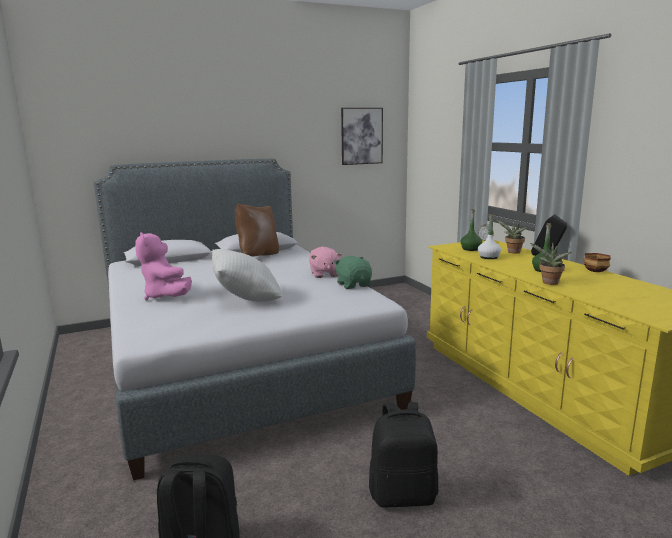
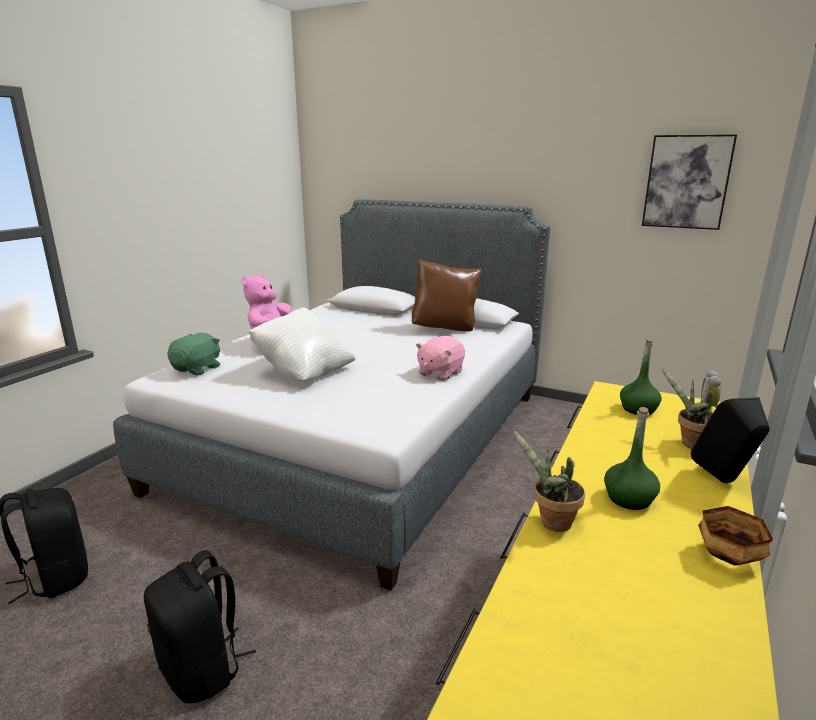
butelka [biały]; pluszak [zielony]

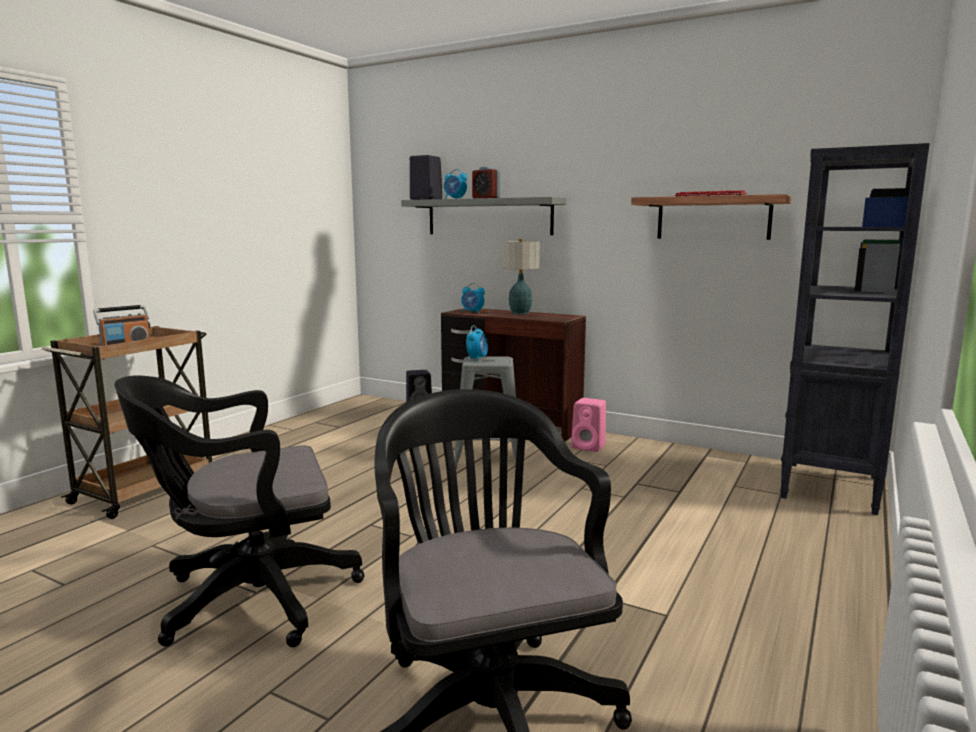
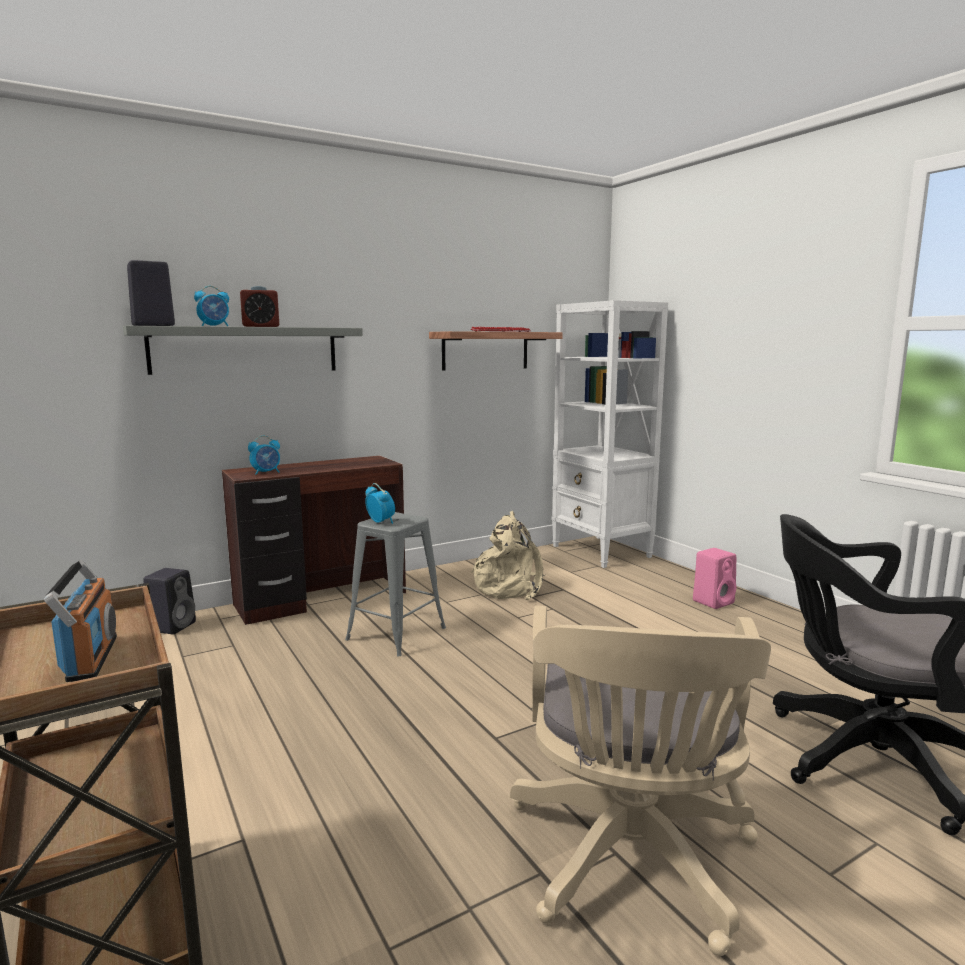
regał [biały]; lampa stołowa; krzesło biurowe [beżowy]; głośnik [różowy]; plecak [beżowy]

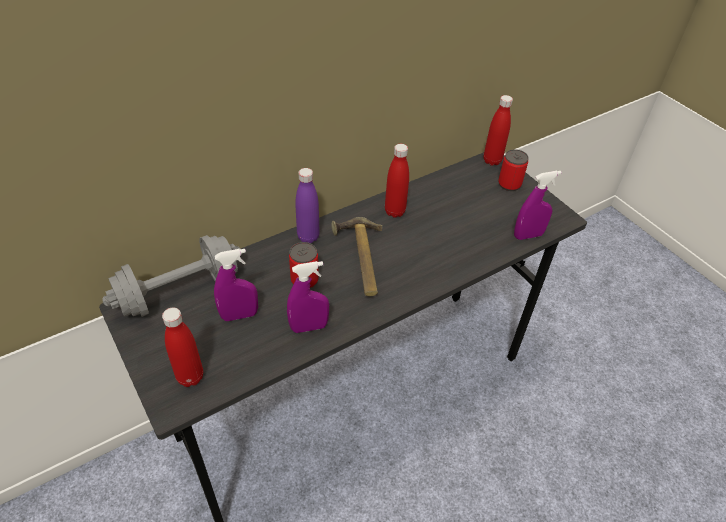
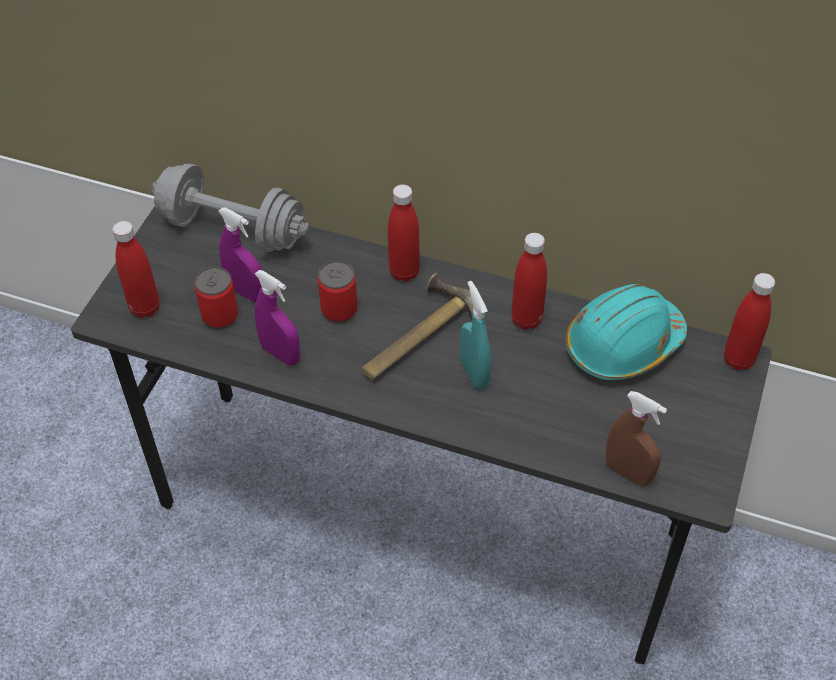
puszka (1st from left); butelka [czerwony] (2nd from left); spryskiwacz [brązowy]; spryskiwacz [turkusowy]; kask [turkusowy]

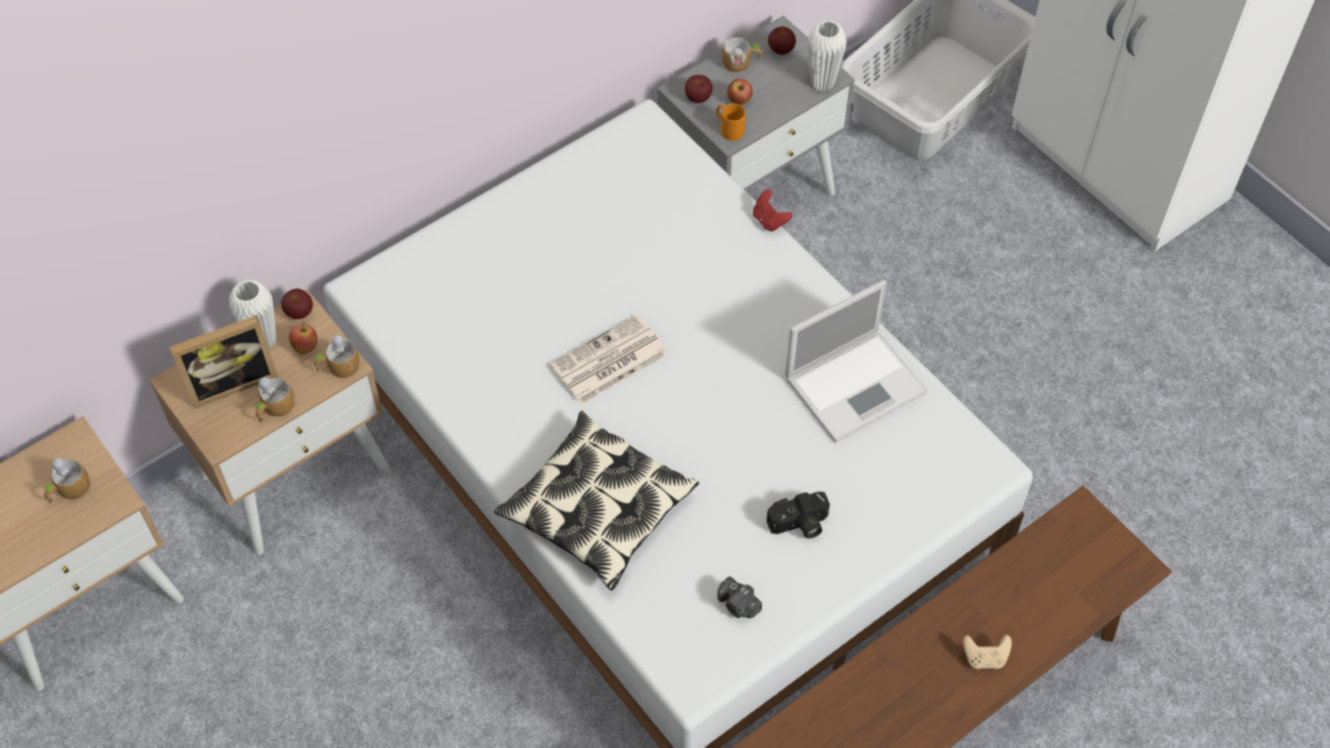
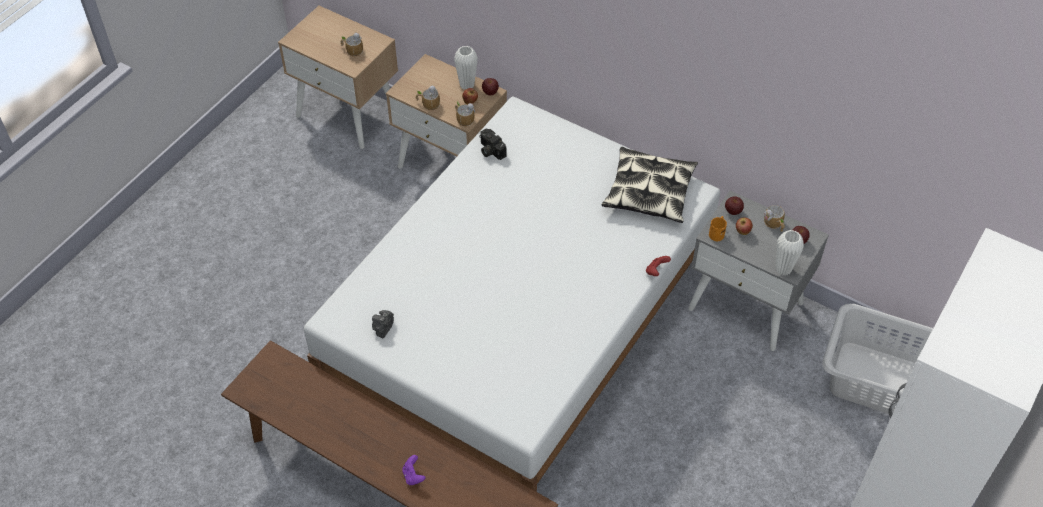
laptop; gazeta; ramka na zdjęcie; poduszka; aparat fotograficzny (2nd from left); pad do gier [fioletowy]

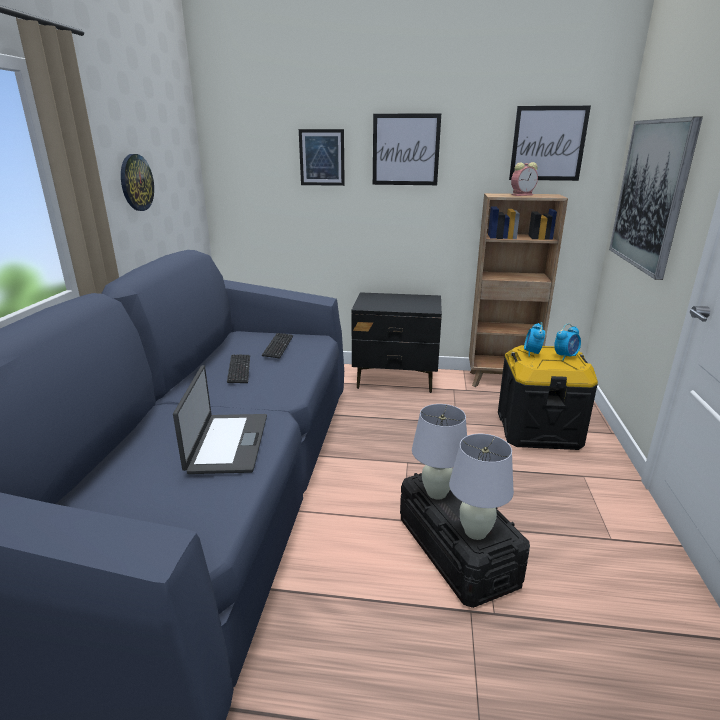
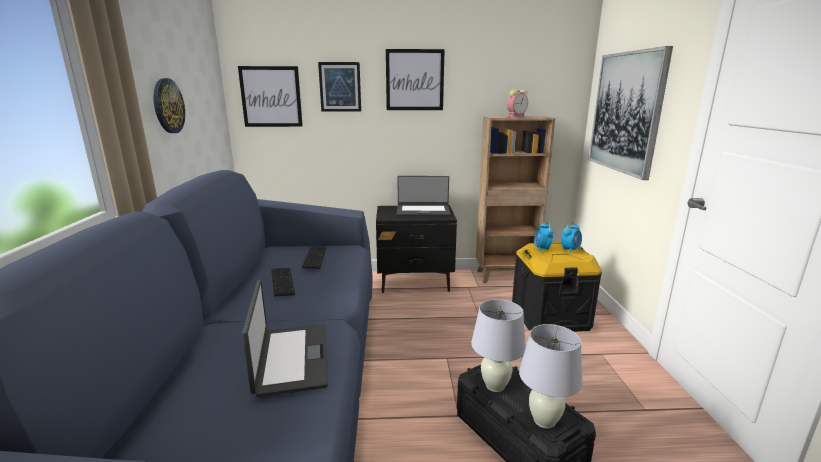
obraz (1st from left); laptop (2nd from left)

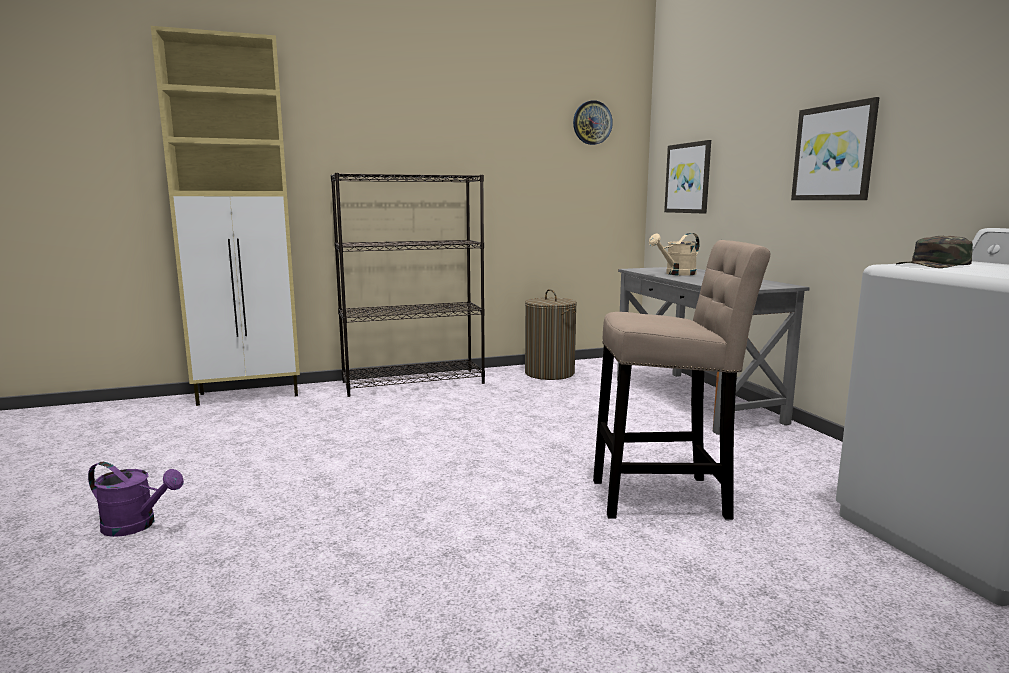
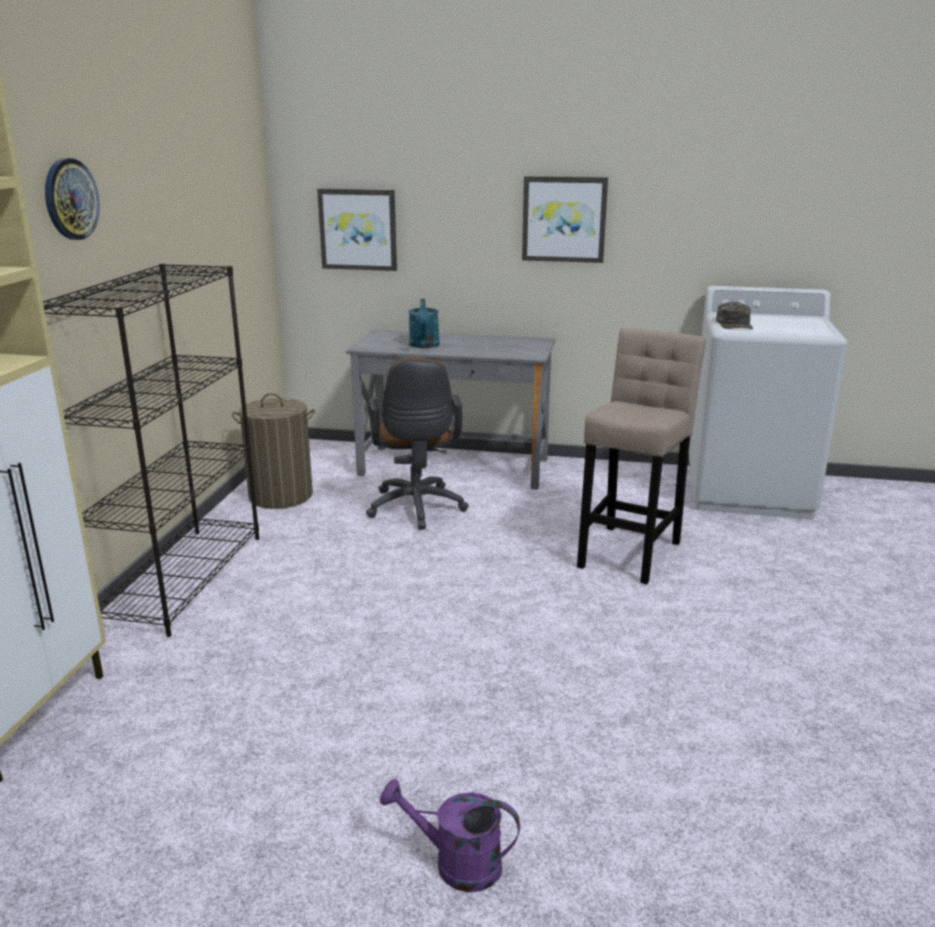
zegar ścienny; konewka [turkusowy]; konewka [fioletowy]; krzesło biurowe [brązowy]

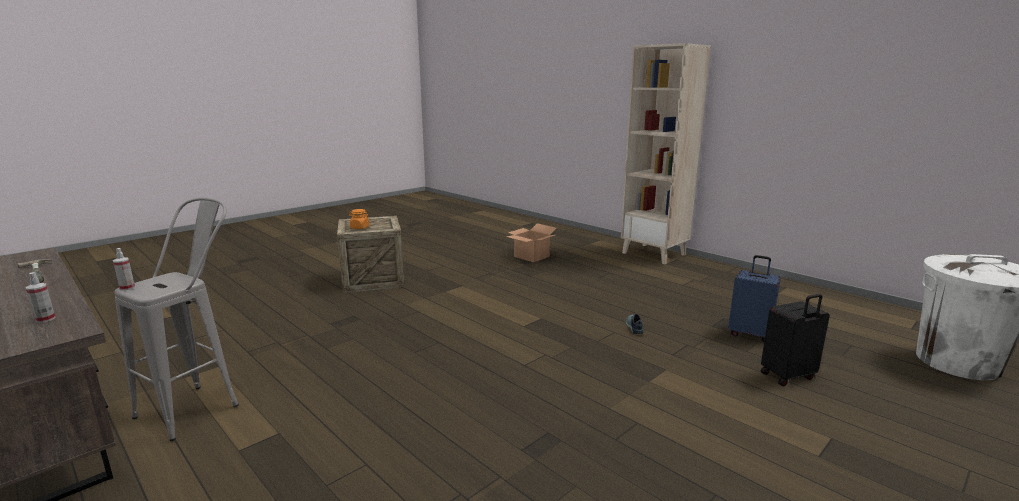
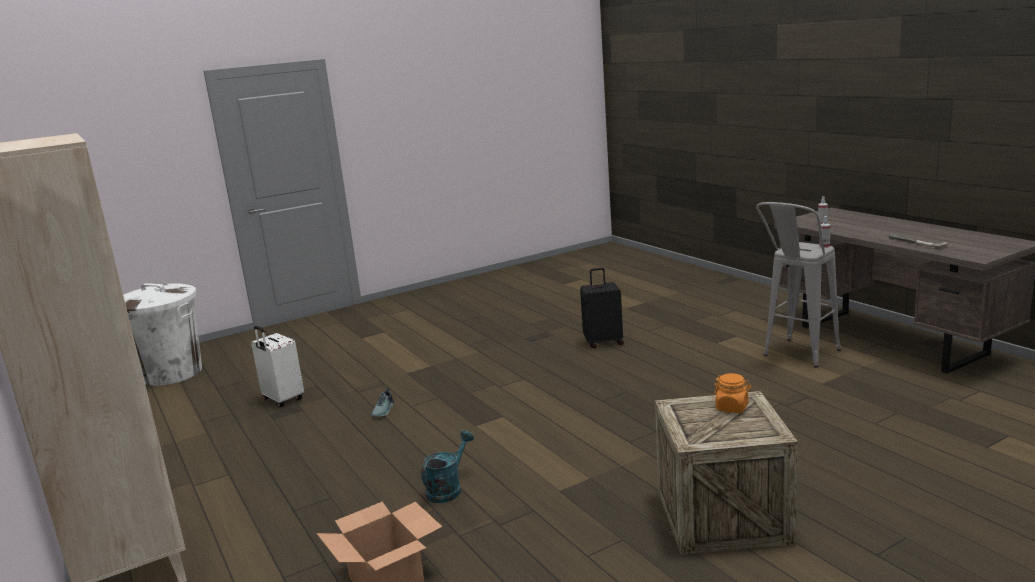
walizka [biały]; walizka [czarny]; konewka [turkusowy]

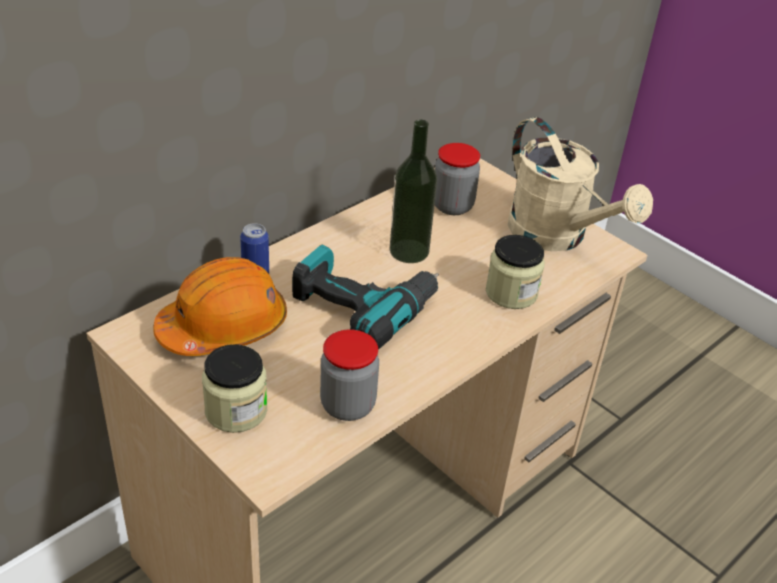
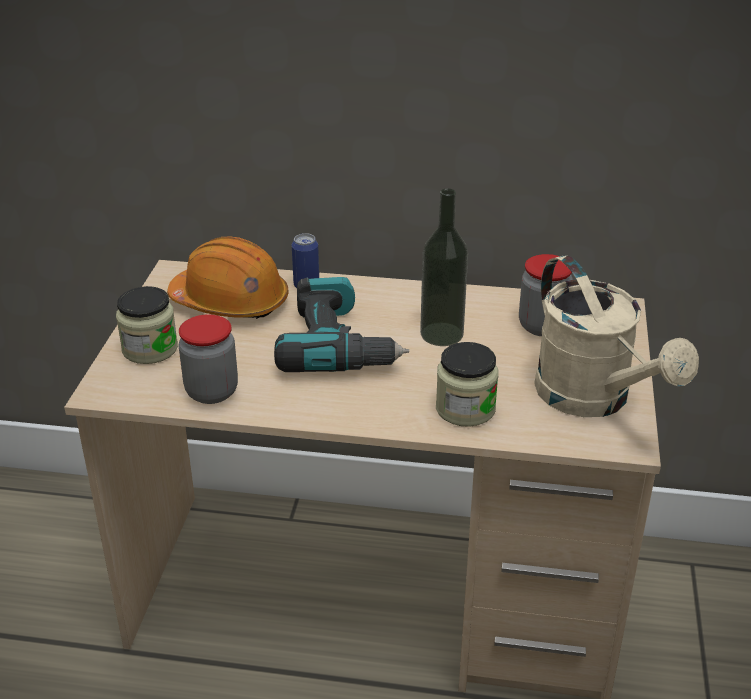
konewka [beżowy]

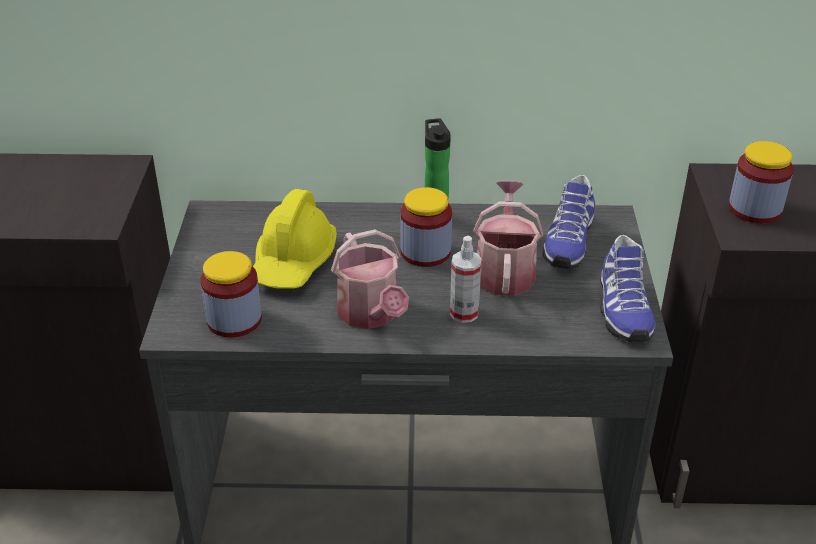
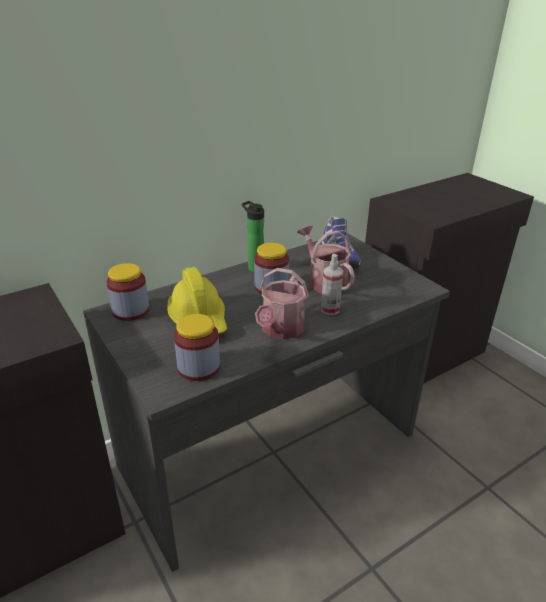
słoik (1st from left); konewka (1st from left); but (2nd from left in the first image)

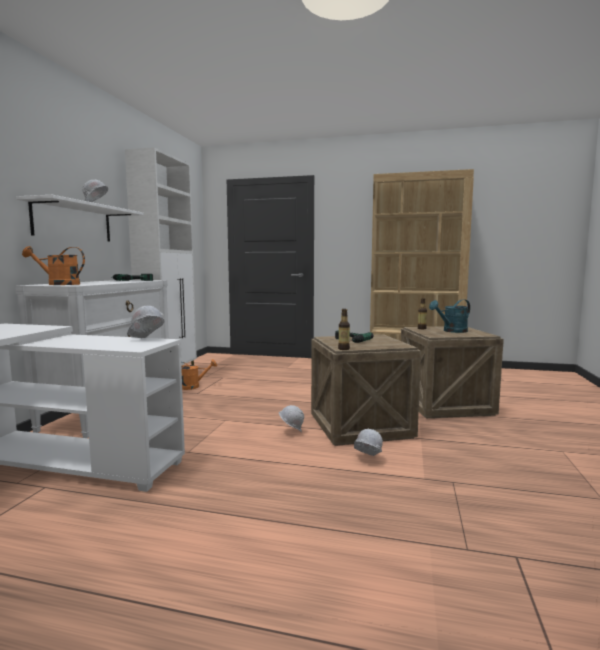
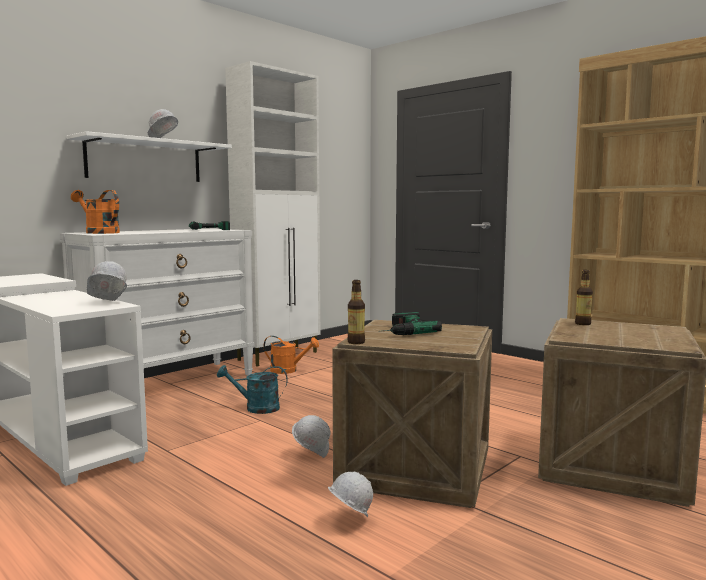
konewka [turkusowy]

